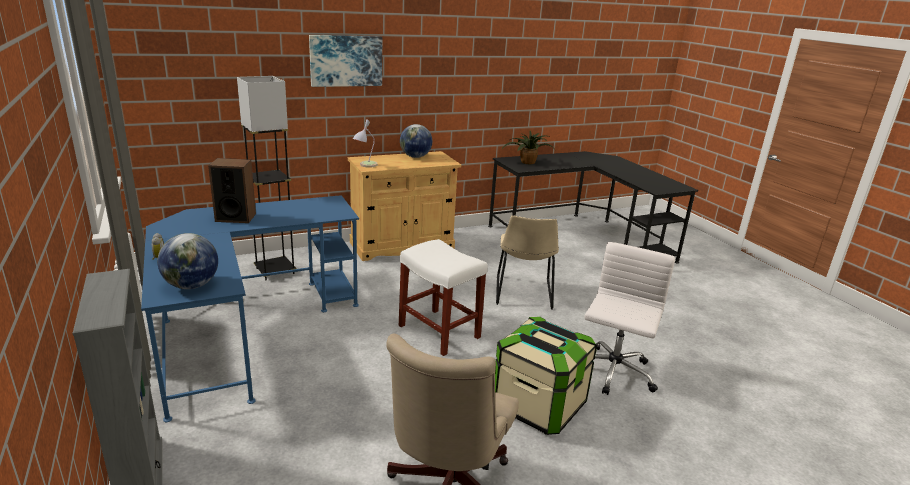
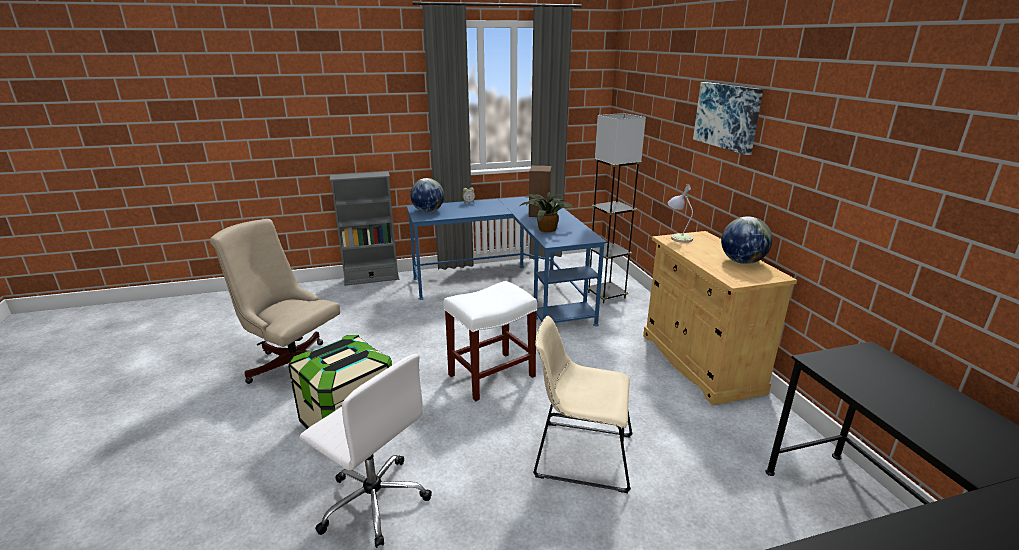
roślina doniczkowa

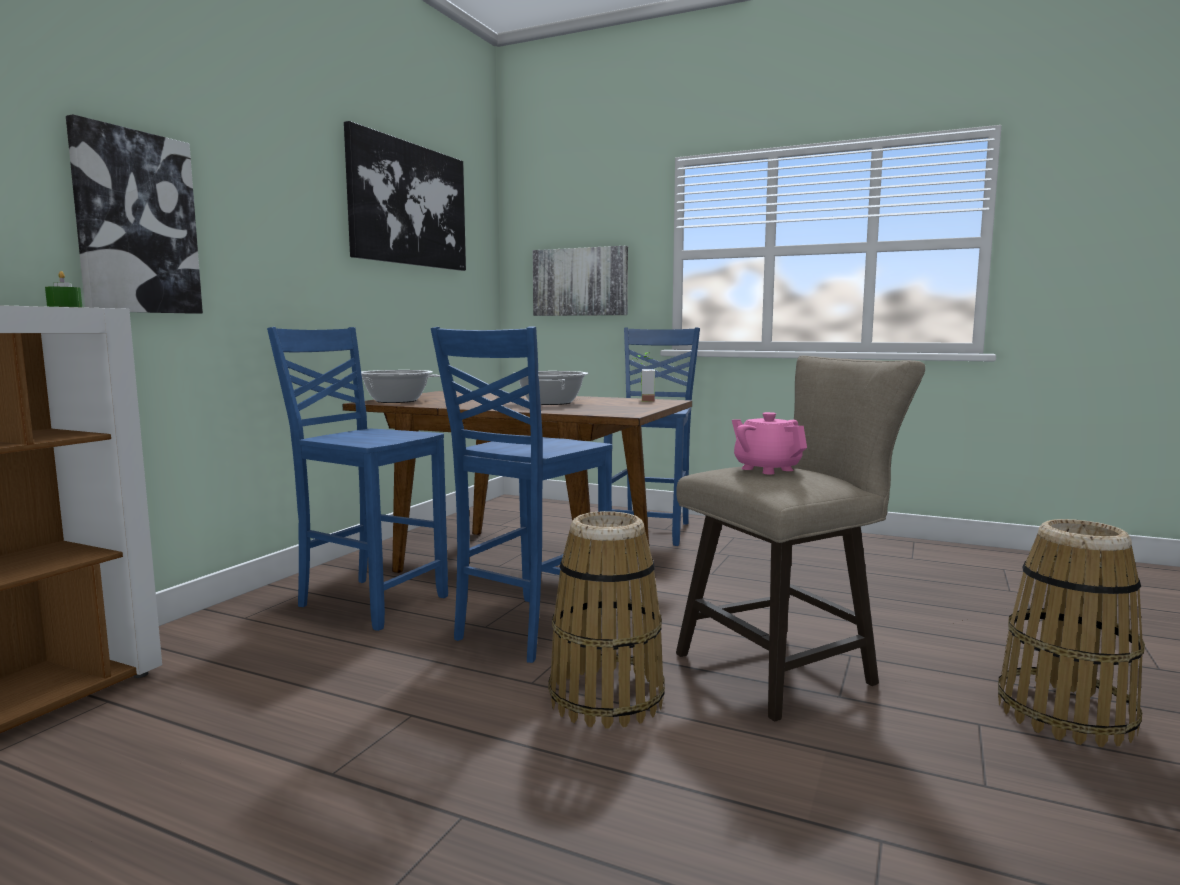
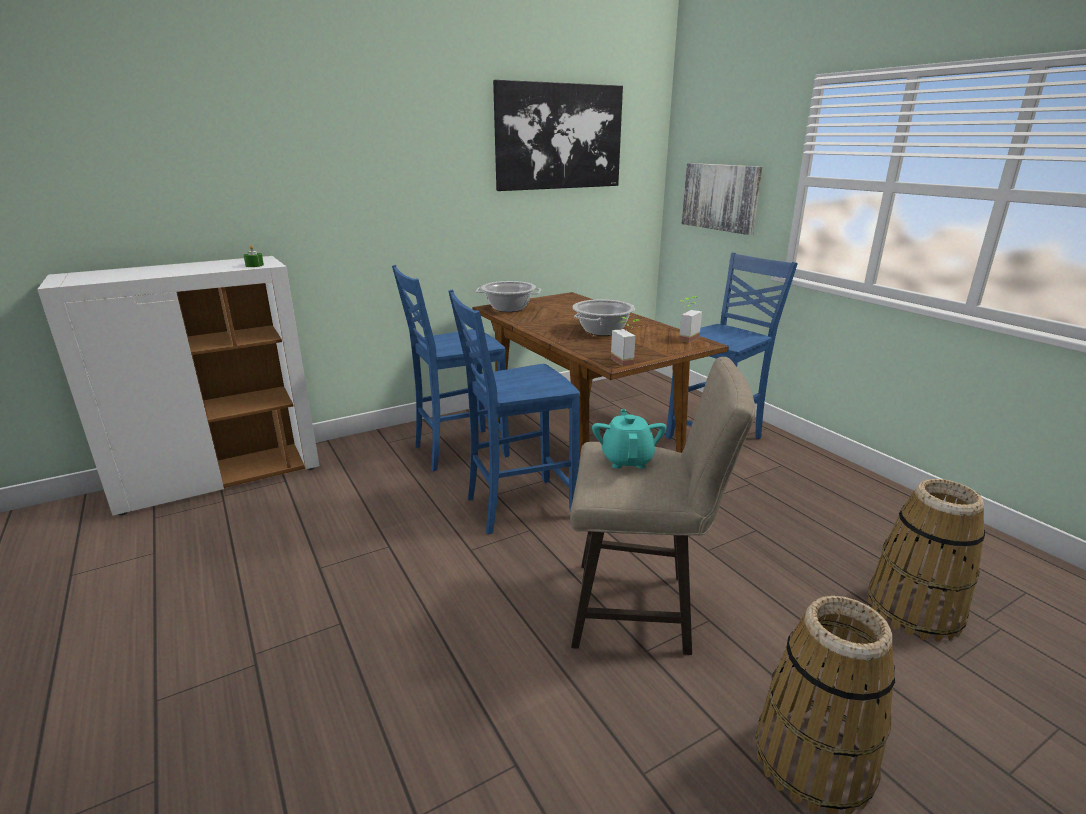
obraz (1st from left in the first image); krzesło [niebieski] (1st from left); imbryk [turkusowy]; koszyk (2nd from left); roślina doniczkowa (1st from left)

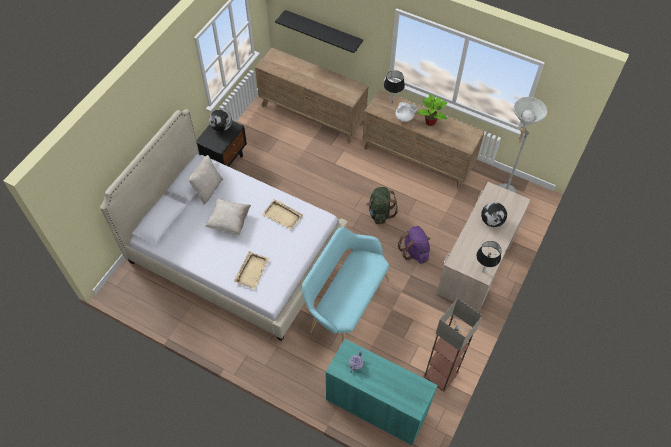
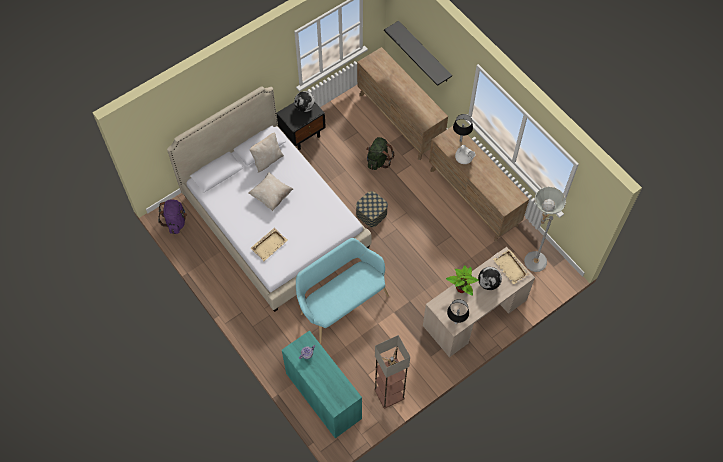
roślina doniczkowa; plecak [zielony]; taca [beżowy] (2nd from left); plecak [fioletowy]; pojemnik do przechowywania

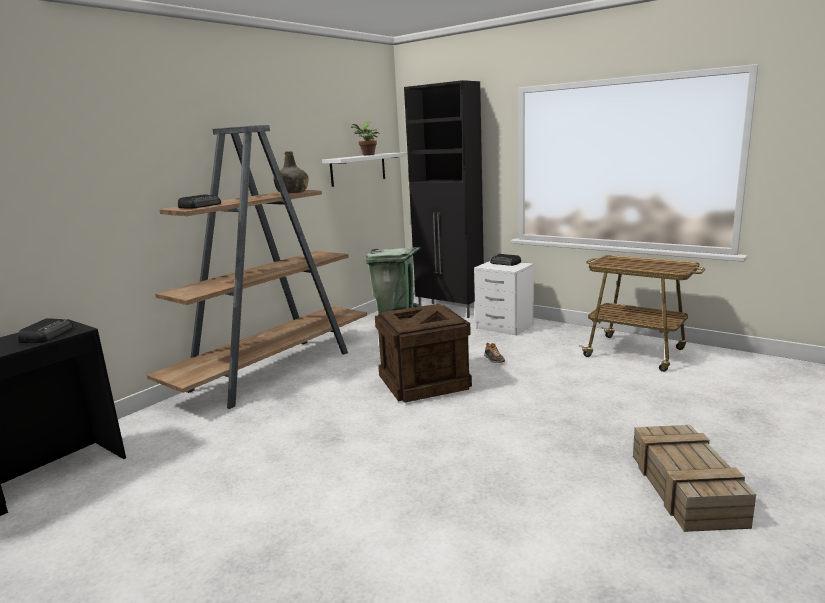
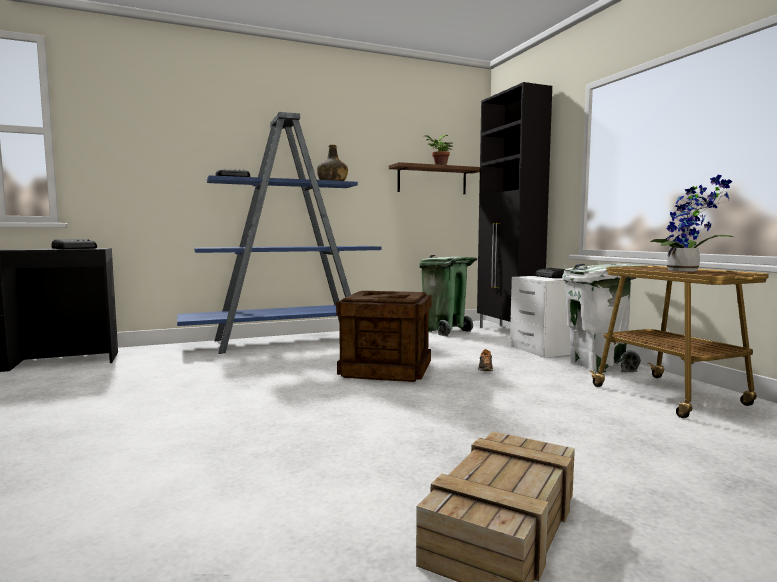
regał [niebieski]; półka [brązowy]; roślina doniczkowa (2nd from left); kosz na śmieci [biały]

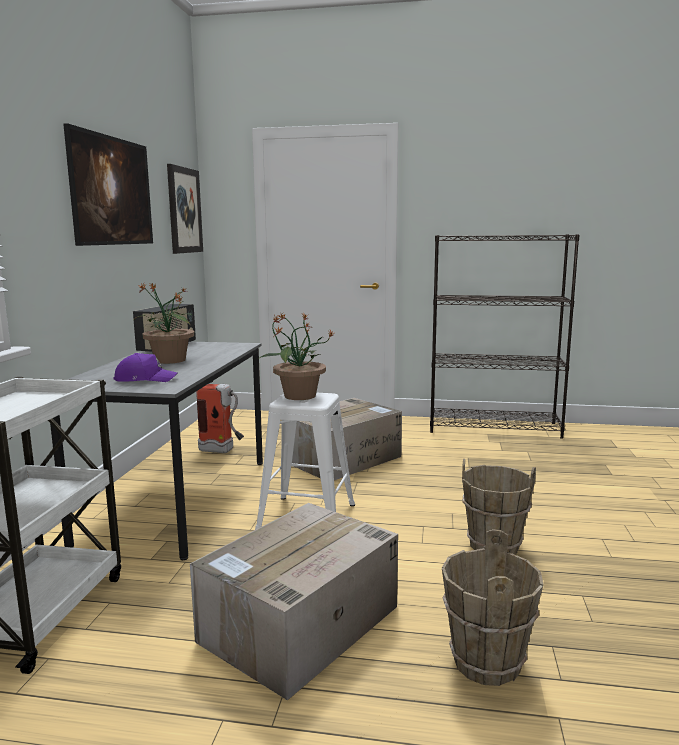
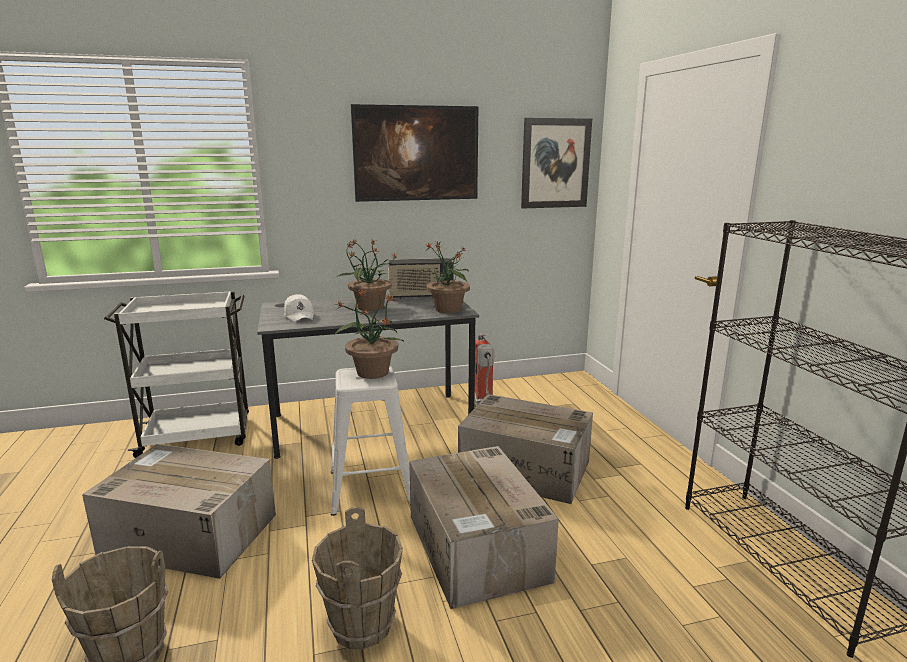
czapka z daszkiem [biały]; roślina doniczkowa (3rd from left); karton (2nd from left)

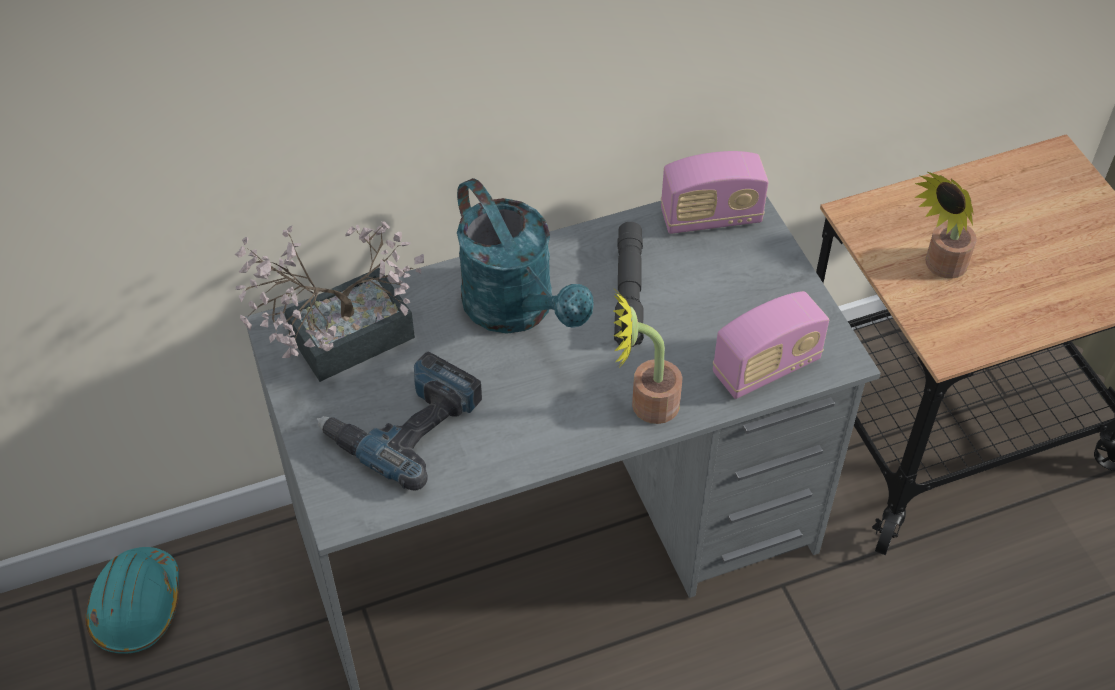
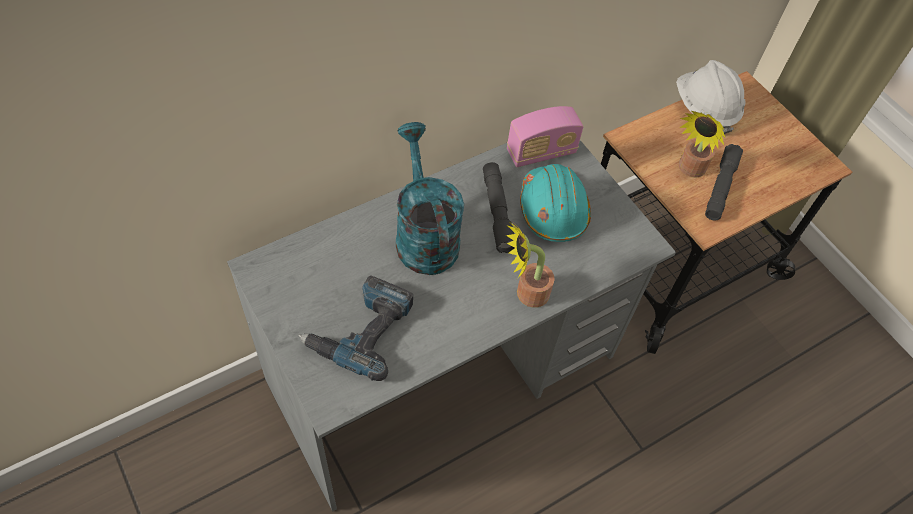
konewka [turkusowy]; roślina doniczkowa (1st from left in the first image); radio (2nd from left in the first image); kask [turkusowy]; kask [biały]; latarka [szary] (2nd from left)

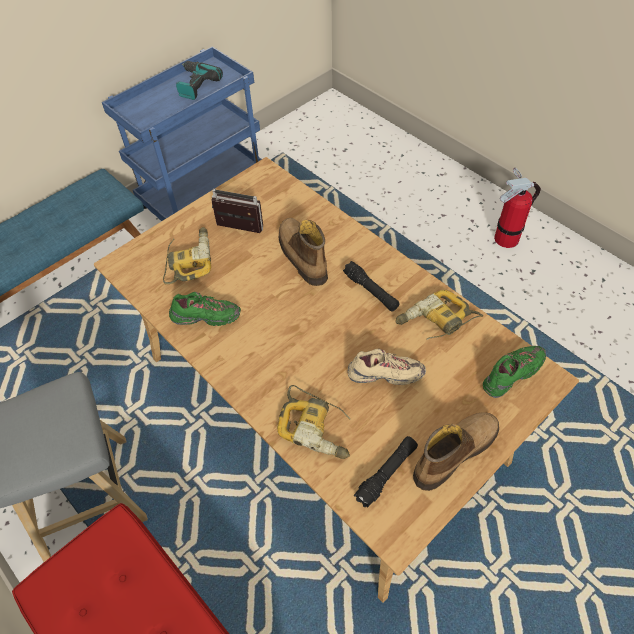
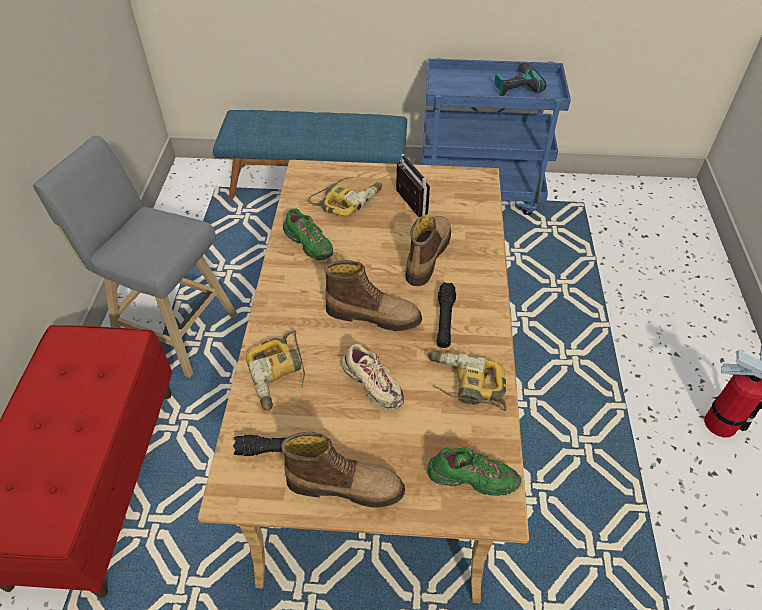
but z cholewką (2nd from left)

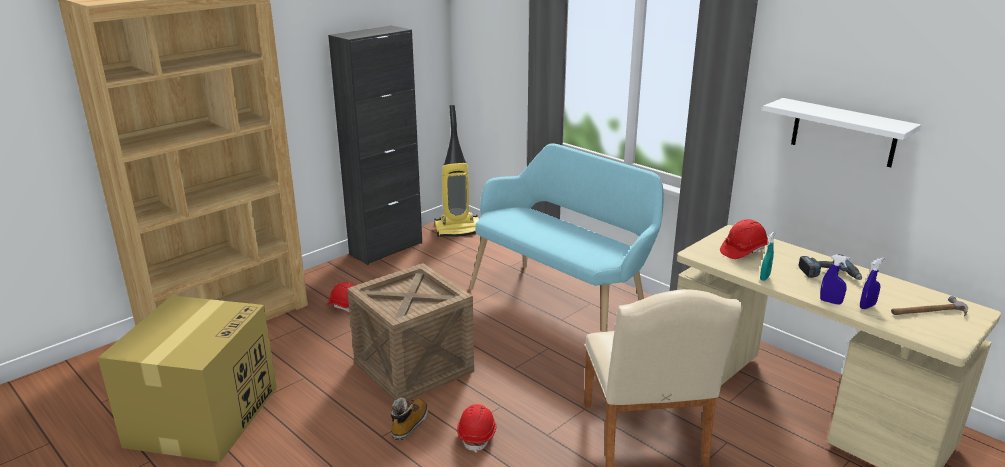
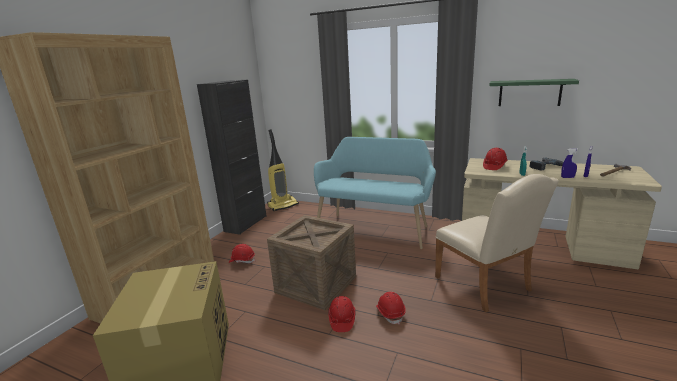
półka [zielony]; kask [czerwony] (2nd from left)

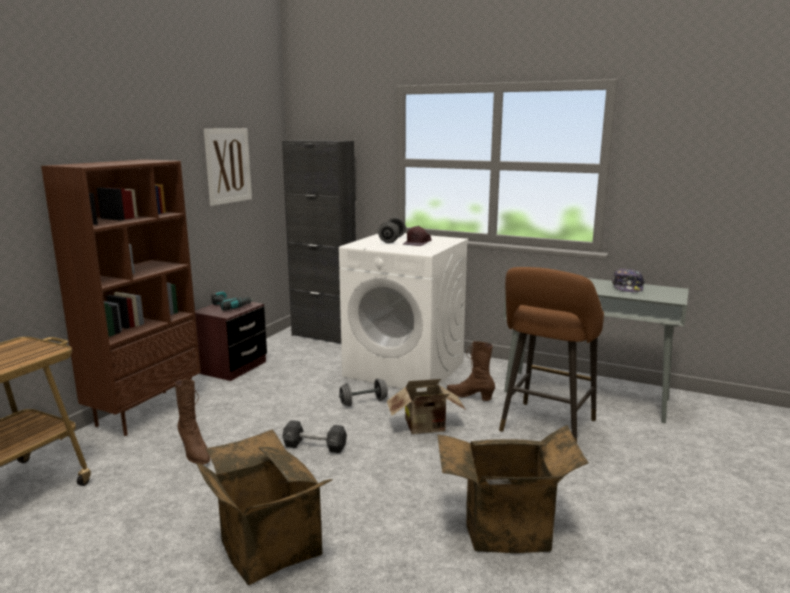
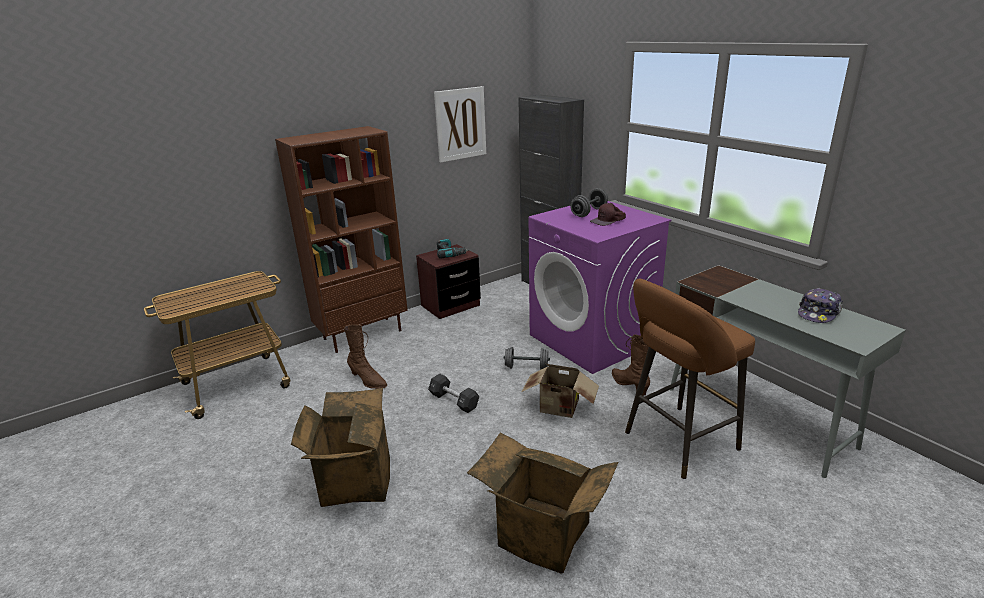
pralka [fioletowy]; but z cholewką [brązowy] (1st from left)

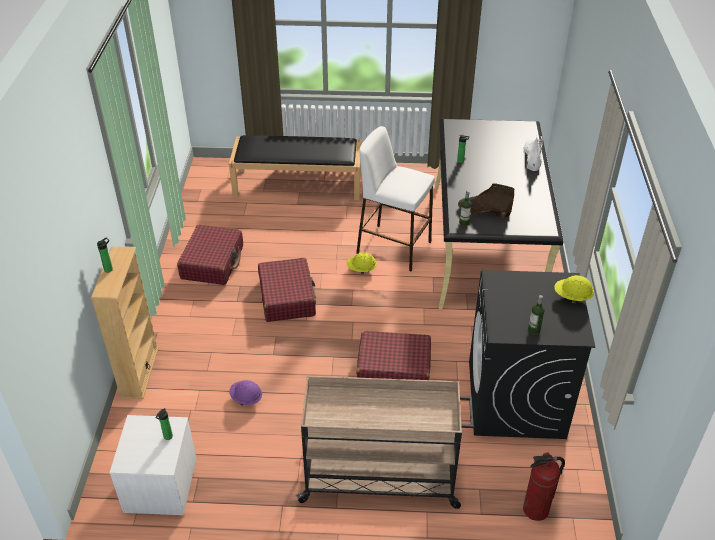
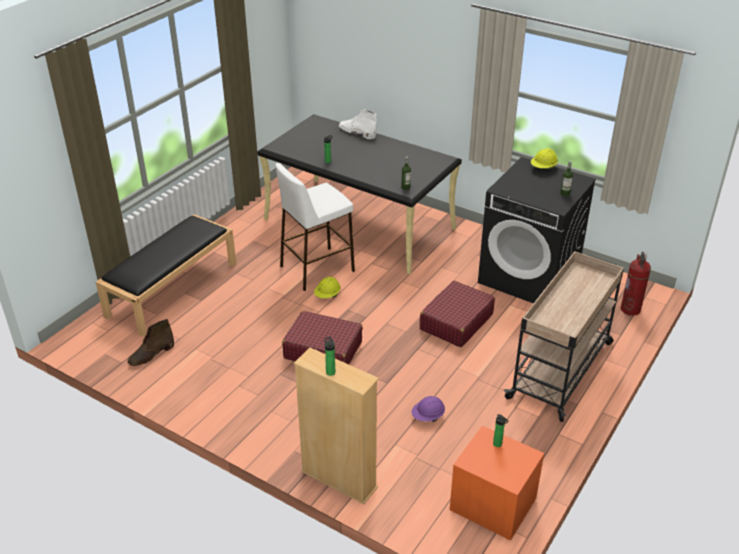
but z cholewką [brązowy]; walizka [czerwony] (1st from left in the first image); szafka nocna [pomarańczowy]

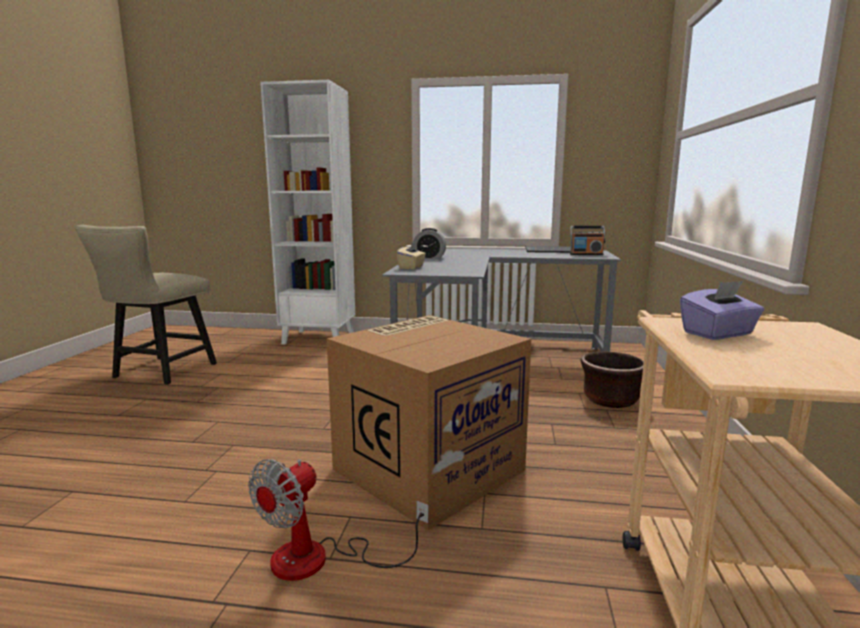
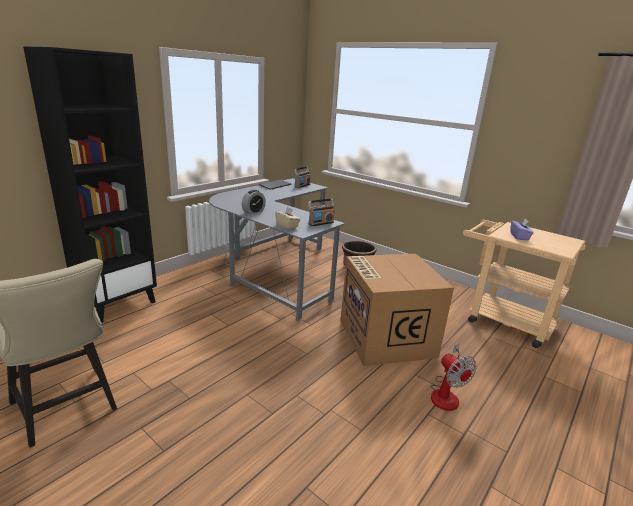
regał [czarny]; radio (2nd from left)

